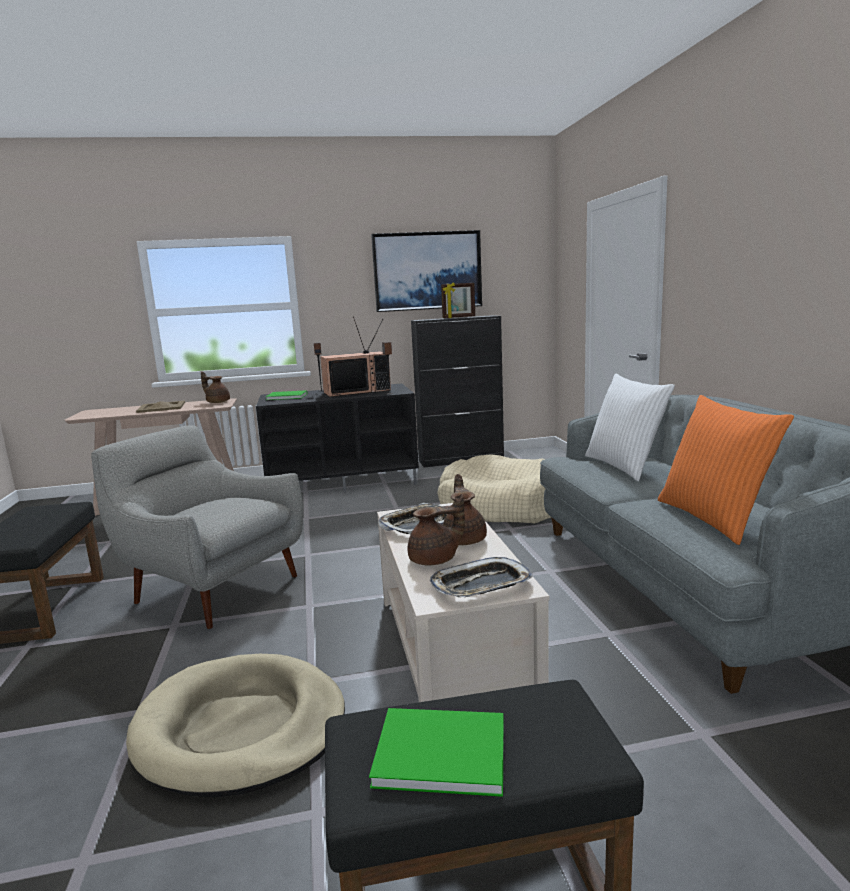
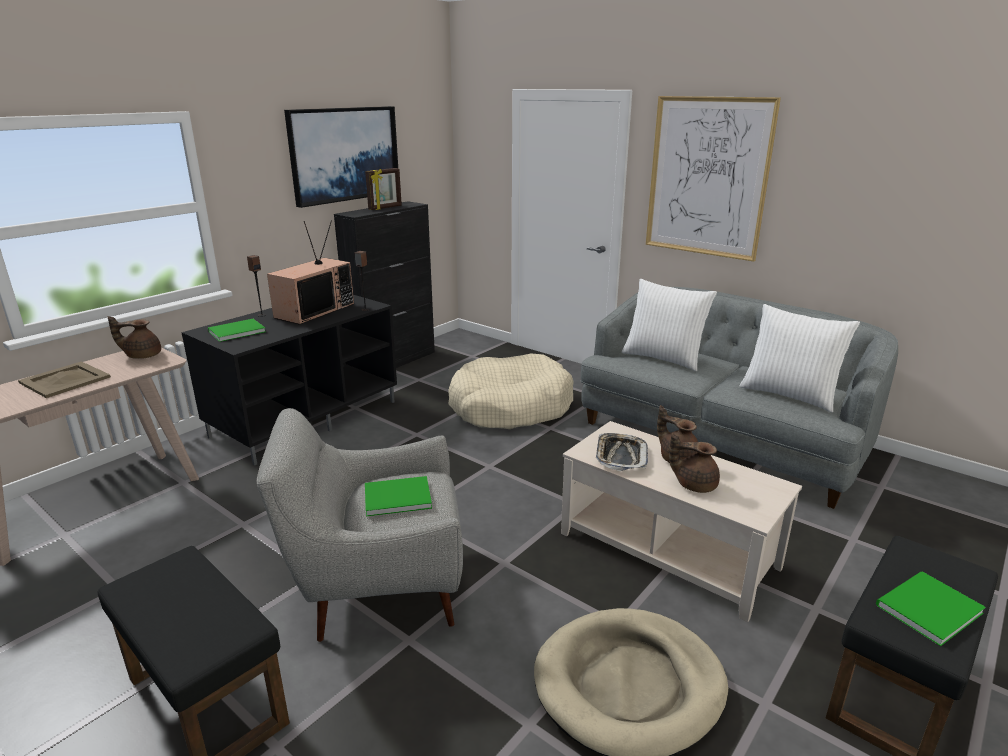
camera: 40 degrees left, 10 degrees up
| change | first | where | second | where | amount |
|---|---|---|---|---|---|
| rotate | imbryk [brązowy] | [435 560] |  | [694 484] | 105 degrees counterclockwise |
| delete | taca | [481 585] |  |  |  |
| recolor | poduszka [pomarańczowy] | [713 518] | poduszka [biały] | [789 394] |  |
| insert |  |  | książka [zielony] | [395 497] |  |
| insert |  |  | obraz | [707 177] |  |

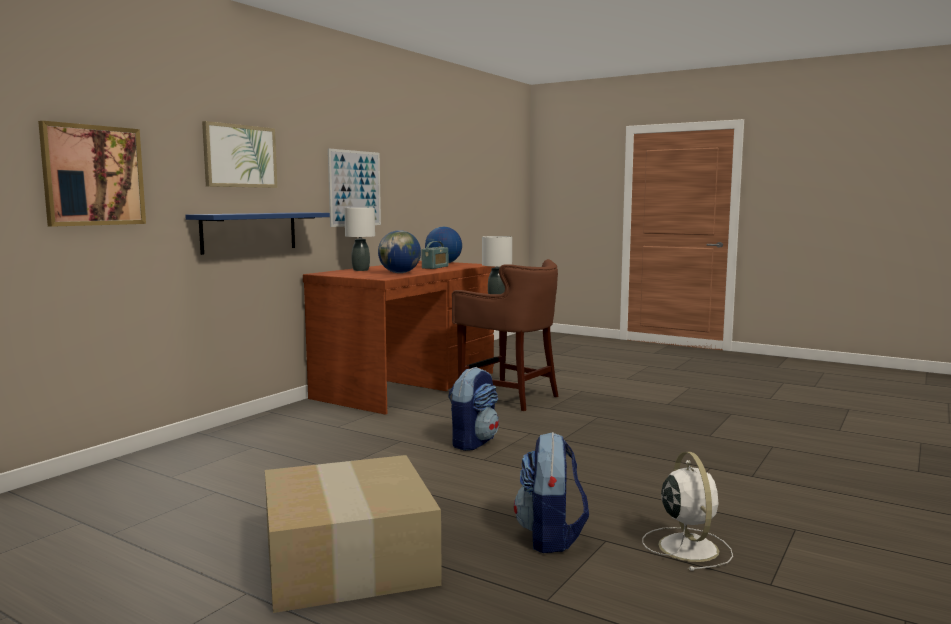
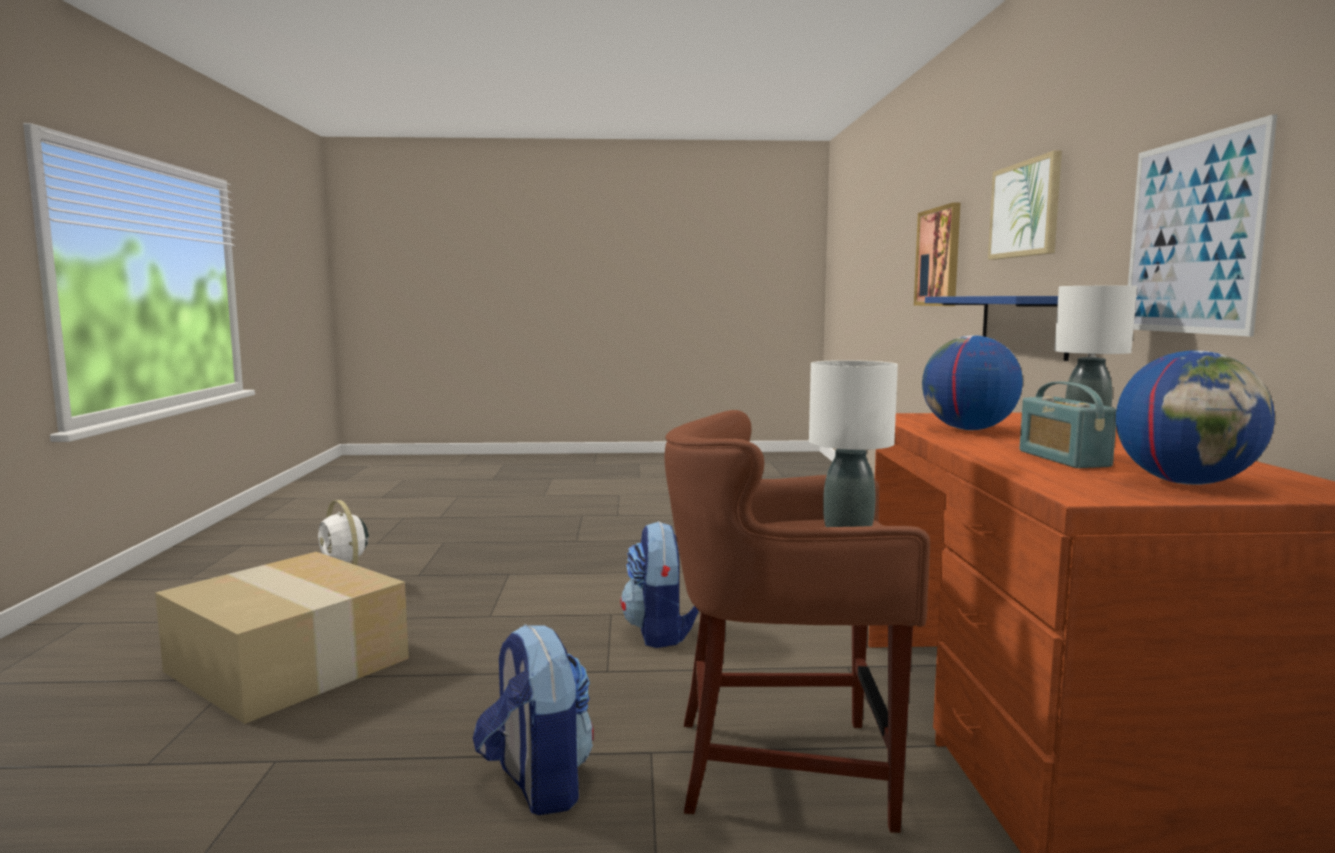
camera: 145 degrees right, 0 degrees up
| change | first | where | second | where | amount |
|---|---|---|---|---|---|
| move | karton | [345 558] |  | [292 664] |  |
| move | plecak | [550 537] |  | [536 784] |  |

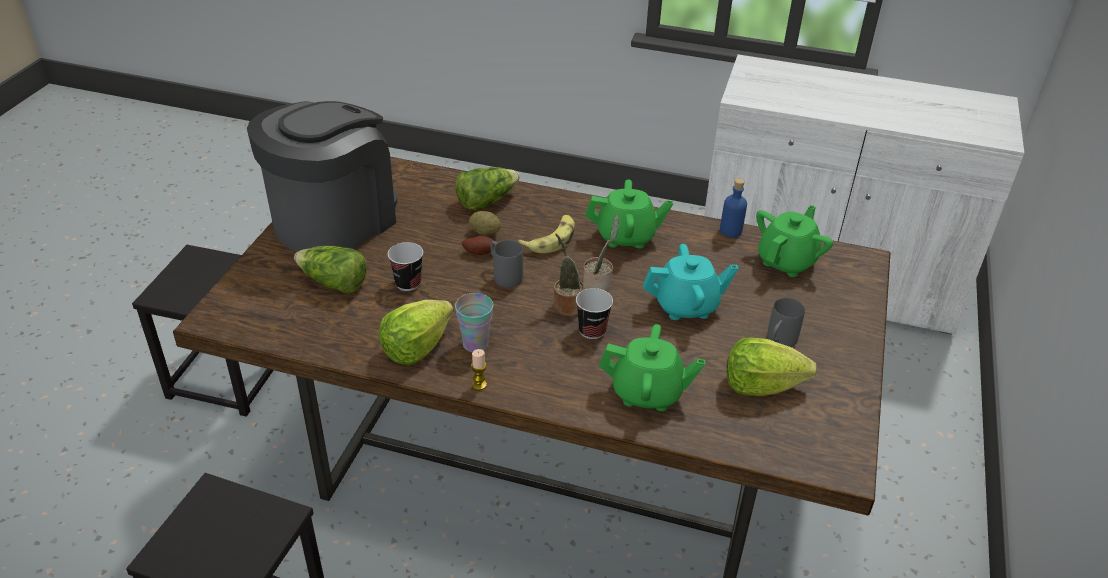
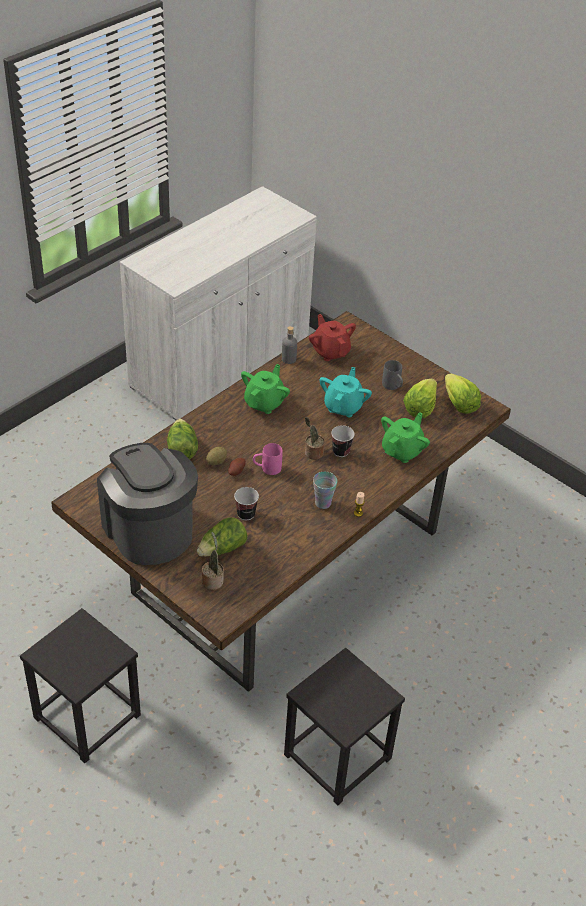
camera: 65 degrees left, 5 degrees up
| change | first | where | second | where | amount |
|---|---|---|---|---|---|
| move | sałata | [416 347] |  | [459 404] |  |
| recolor | kubek [szary] | [504 275] | kubek [różowy] | [266 469] |  |
| delete | banan | [551 239] |  |  |  |
| move | roślina doniczkowa | [598 285] |  | [212 580] |  |
| recolor | butelka [niebieski] | [730 231] | butelka [szary] | [288 359] |  |
| recolor | imbryk [zielony] | [787 261] | imbryk [czerwony] | [330 351] |  |

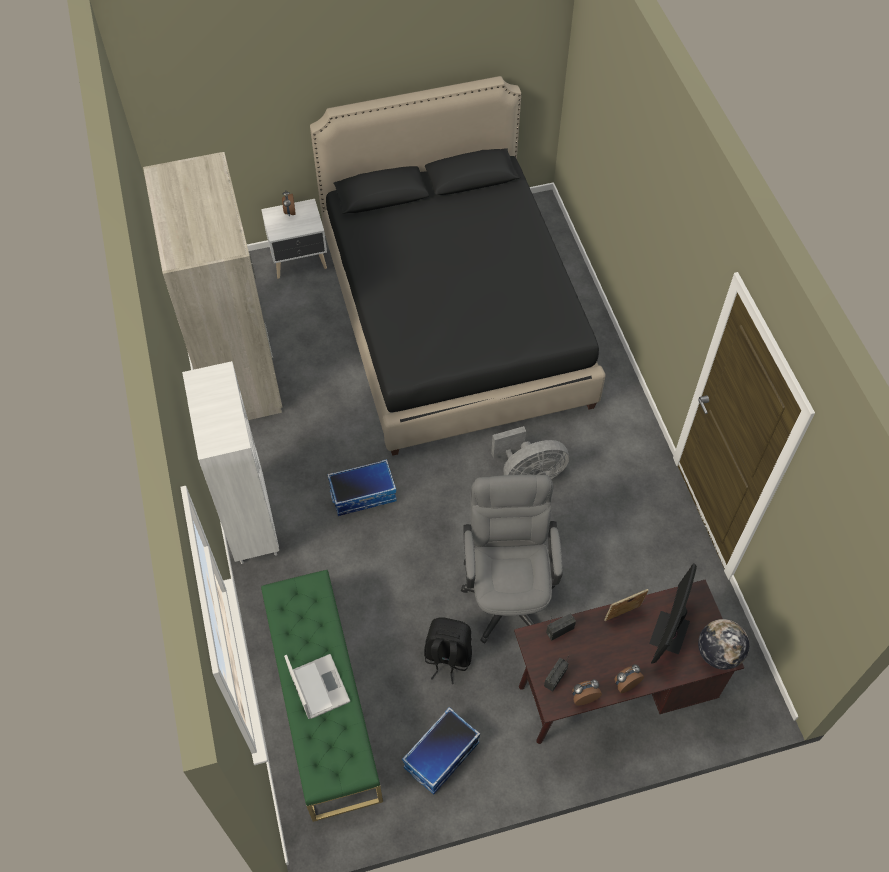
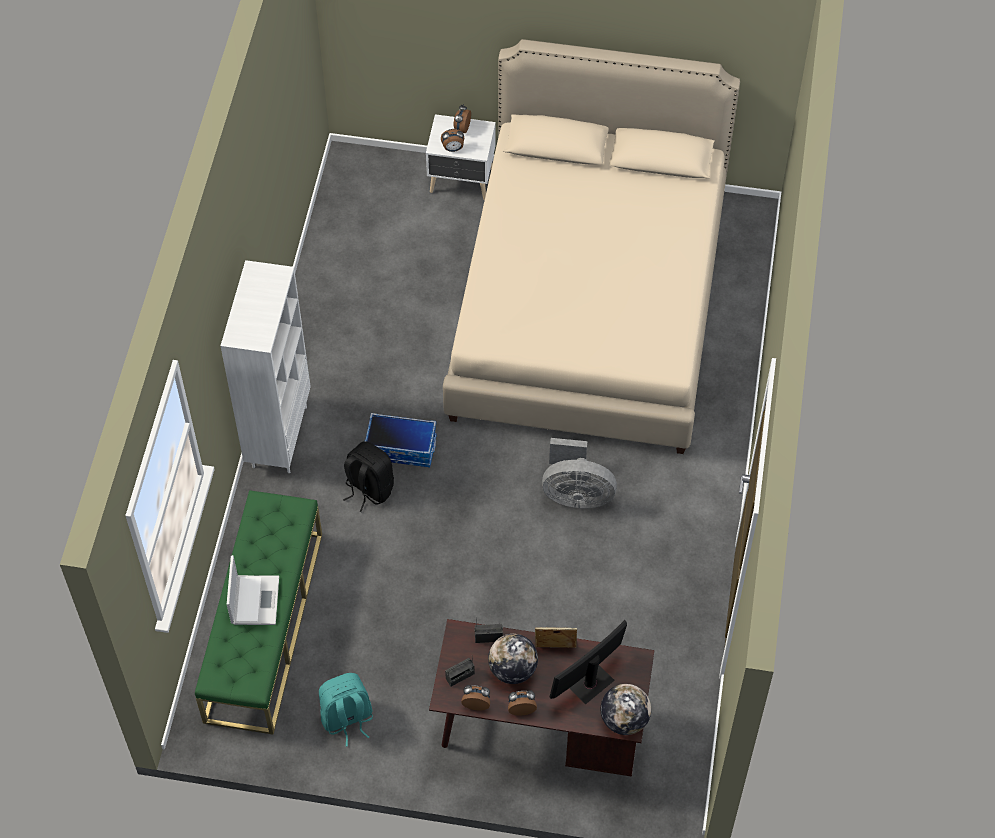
camera: 25 degrees right, 0 degrees up
| change | first | where | second | where | amount |
|---|---|---|---|---|---|
| delete | szafa [beżowy] | [238 369] |  |  |  |
| recolor | łóżko [czarny] | [454 320] | łóżko [beżowy] | [589 305] |  |
| replace | pojemnik do przechowywania | [441 756] | plecak [turkusowy] | [347 719] |  |
| move | plecak [czarny] | [447 657] |  | [368 489] |  |
| delete | krzesło biurowe [szary] | [508 592] |  |  |  |
| insert |  |  | budzik | [453 149] |  |
| insert |  |  | globus | [512 669] |  |

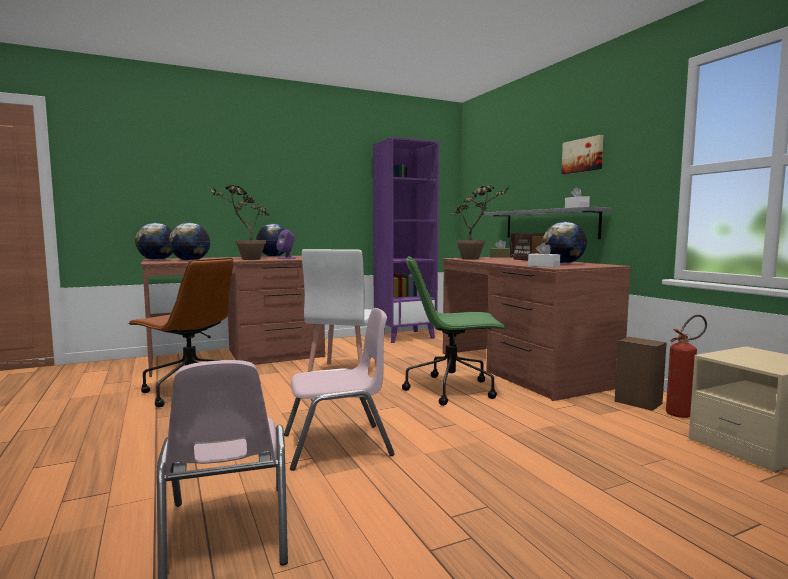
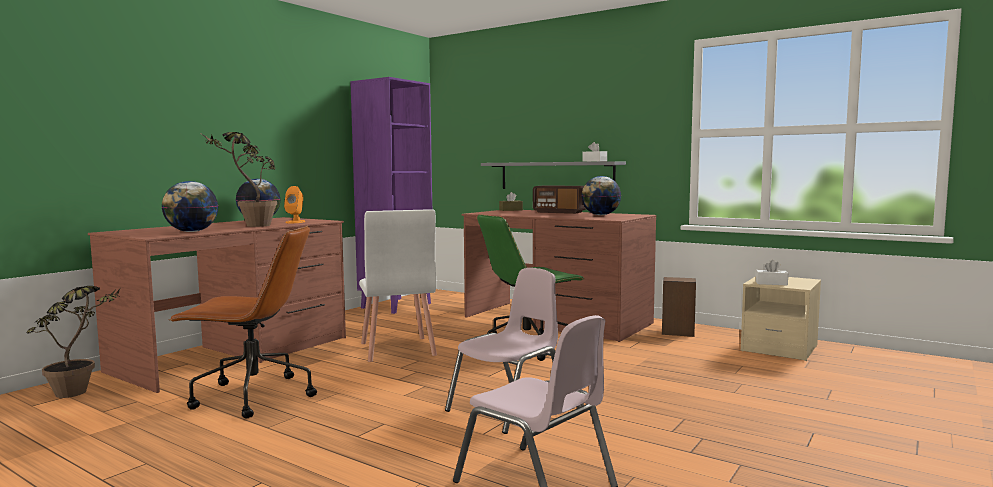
camera: 30 degrees left, 0 degrees up
| change | first | where | second | where | amount |
|---|---|---|---|---|---|
| delete | globus | [156 260] |  |  |  |
| recolor | głośnik [fioletowy] | [286 258] | głośnik [pomarańczowy] | [295 222] |  |
| move | roślina doniczkowa | [476 259] |  | [81 393] |  |
| move | pudełko chusteczek [biały] | [543 266] |  | [771 283] |  |
| delete | obraz | [583 155] |  |  |  |
| delete | gaśnica | [683 413] |  |  |  |

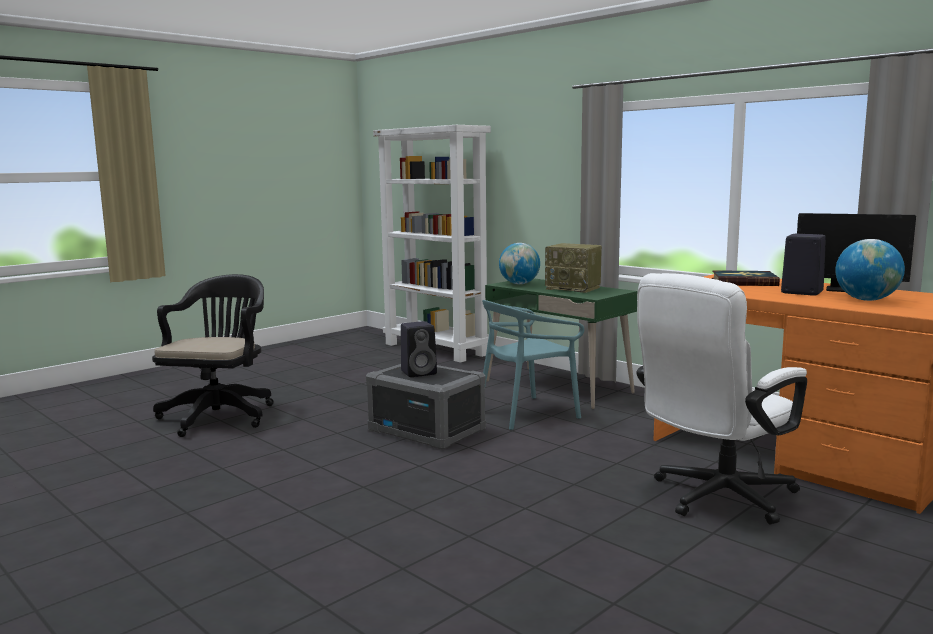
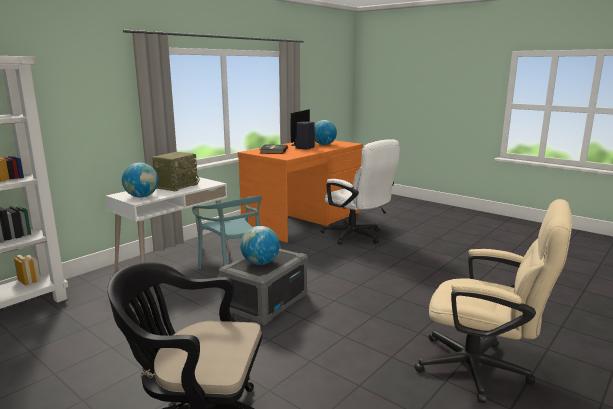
camera: 95 degrees left, 5 degrees up
| change | first | where | second | where | amount |
|---|---|---|---|---|---|
| replace | głośnik [czarny] | [420 372] | globus | [260 263] |  |
| recolor | biurko [zielony] | [558 387] | biurko [biały] | [174 261] |  |
| insert |  |  | krzesło biurowe [beżowy] | [483 371] |  |

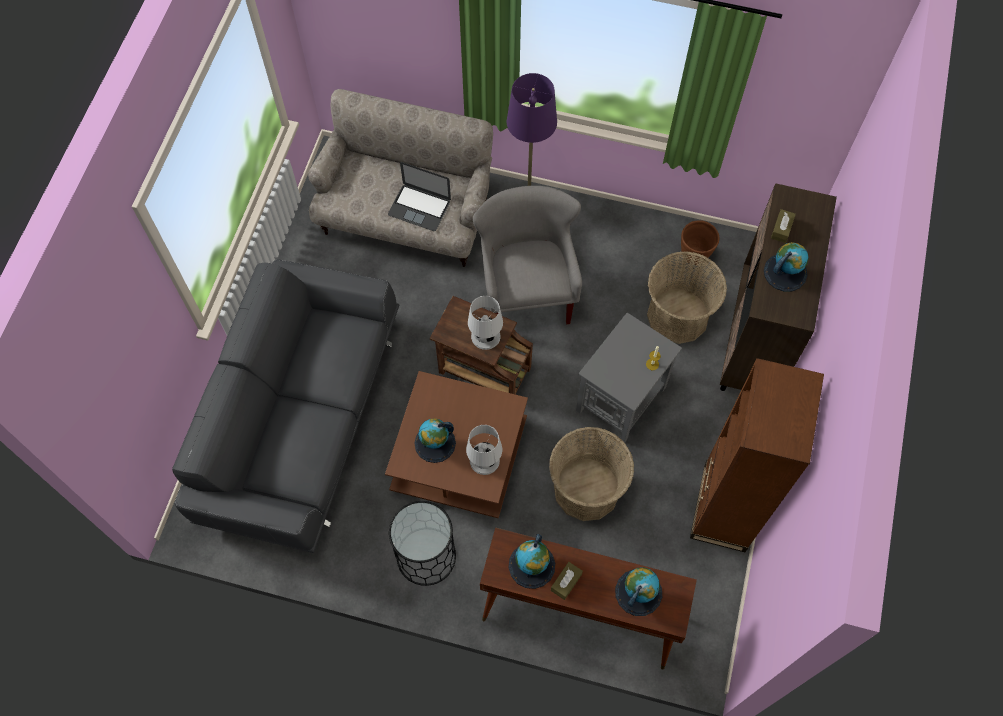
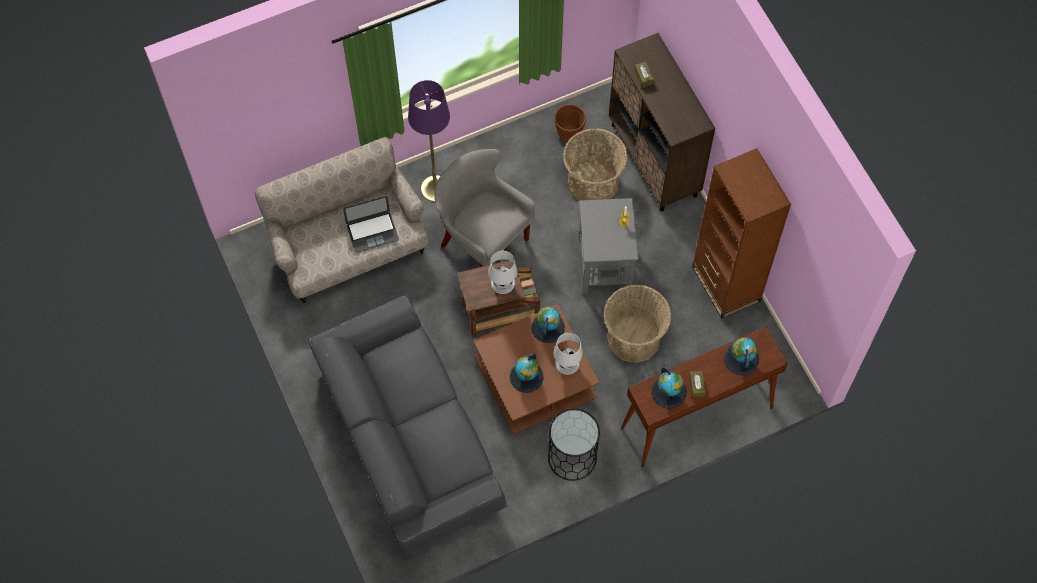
camera: 40 degrees left, 0 degrees up
| change | first | where | second | where | amount |
|---|---|---|---|---|---|
| move | globus | [785 272] |  | [547 327] |  |

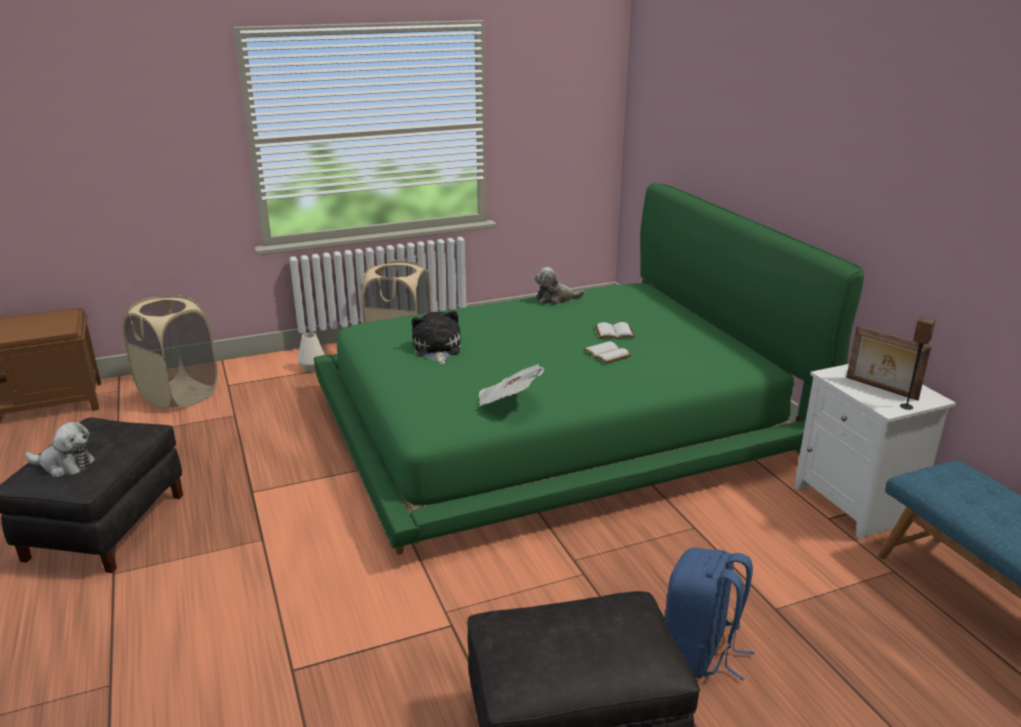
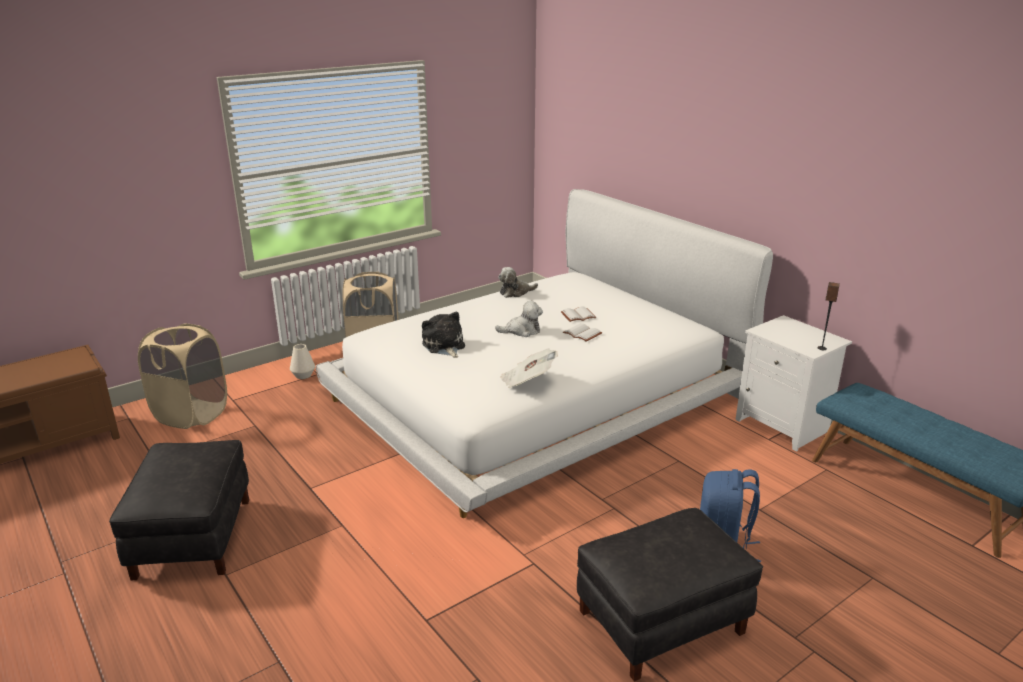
camera: 15 degrees left, 0 degrees up
| change | first | where | second | where | amount |
|---|---|---|---|---|---|
| move | pluszak | [65 465] |  | [522 331] |  |
| recolor | łóżko [zielony] | [558 423] | łóżko [biały] | [538 395] |  |
| delete | ramka na zdjęcie | [881 389] |  |  |  |

